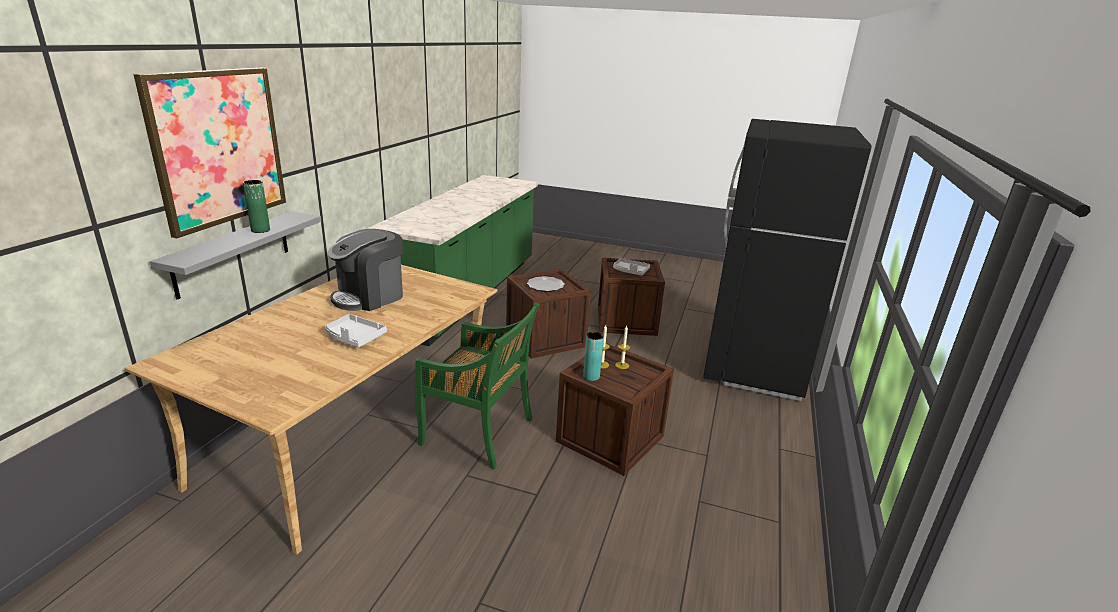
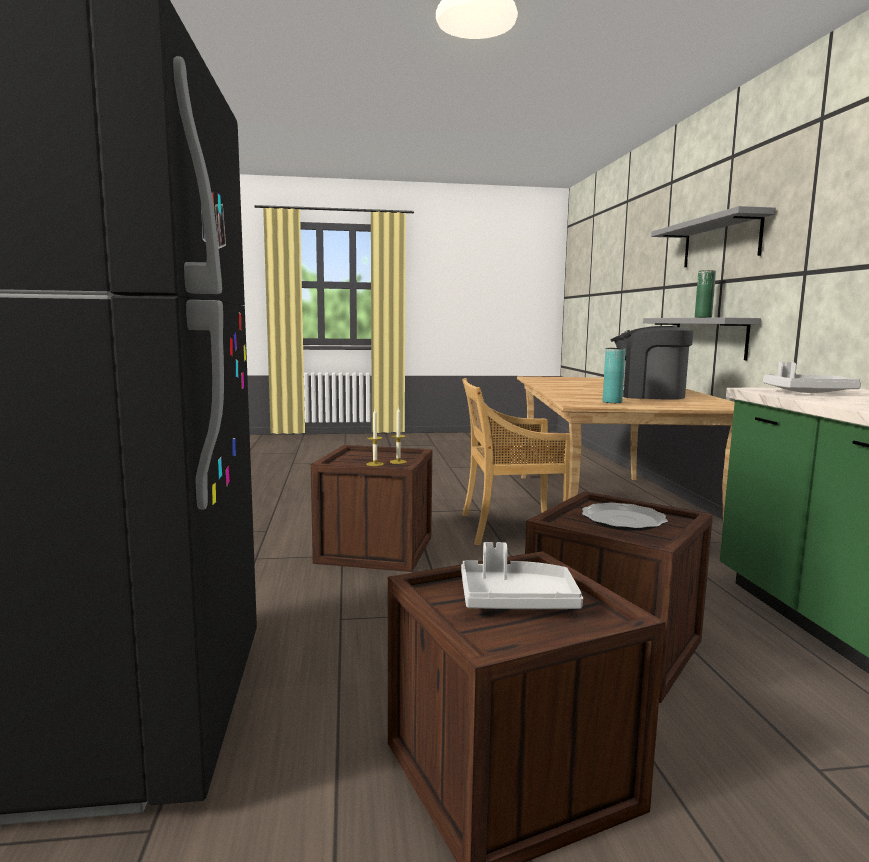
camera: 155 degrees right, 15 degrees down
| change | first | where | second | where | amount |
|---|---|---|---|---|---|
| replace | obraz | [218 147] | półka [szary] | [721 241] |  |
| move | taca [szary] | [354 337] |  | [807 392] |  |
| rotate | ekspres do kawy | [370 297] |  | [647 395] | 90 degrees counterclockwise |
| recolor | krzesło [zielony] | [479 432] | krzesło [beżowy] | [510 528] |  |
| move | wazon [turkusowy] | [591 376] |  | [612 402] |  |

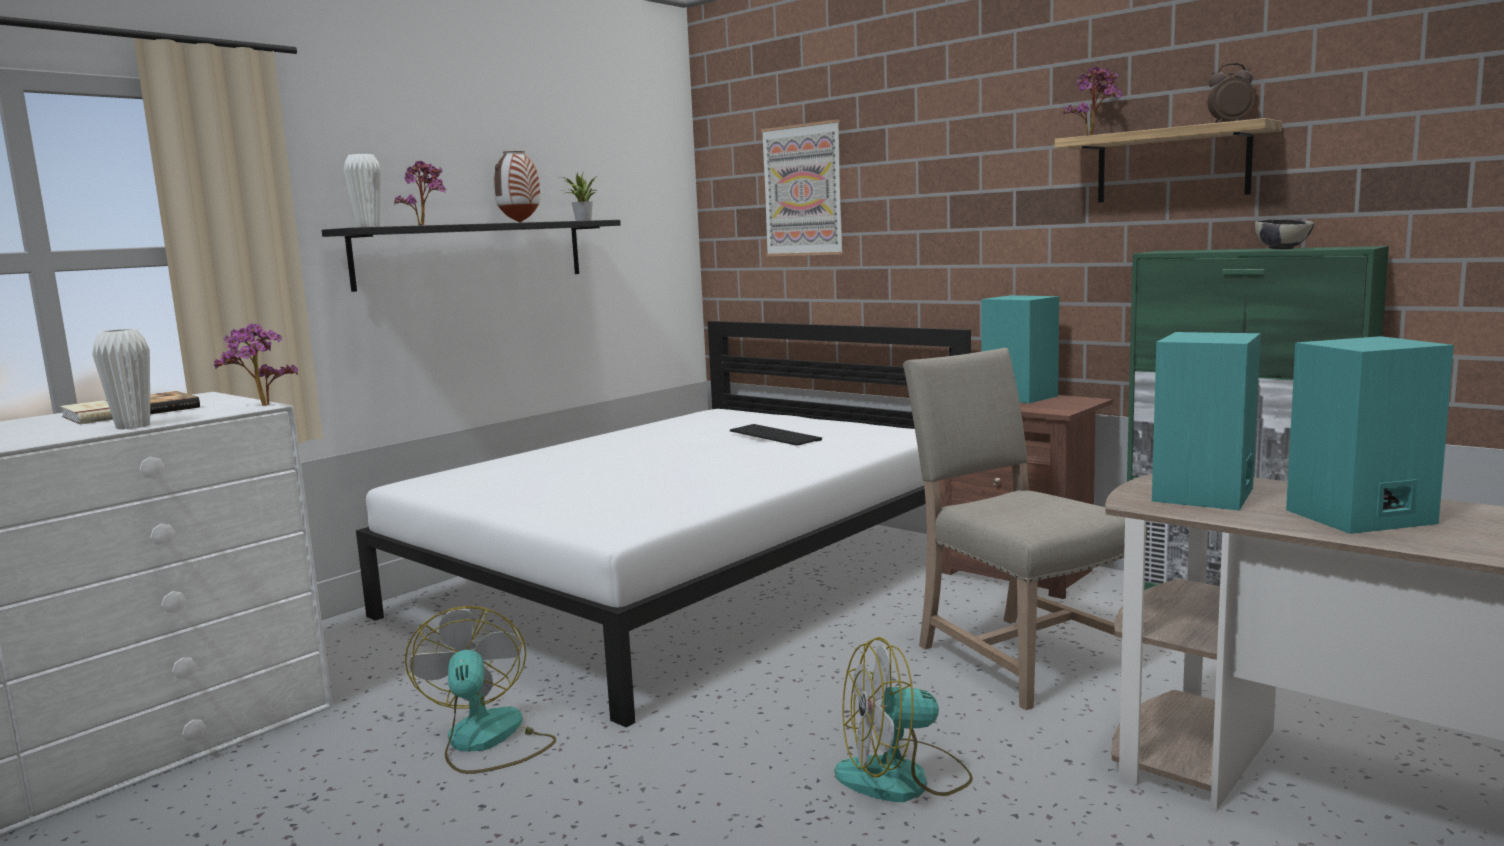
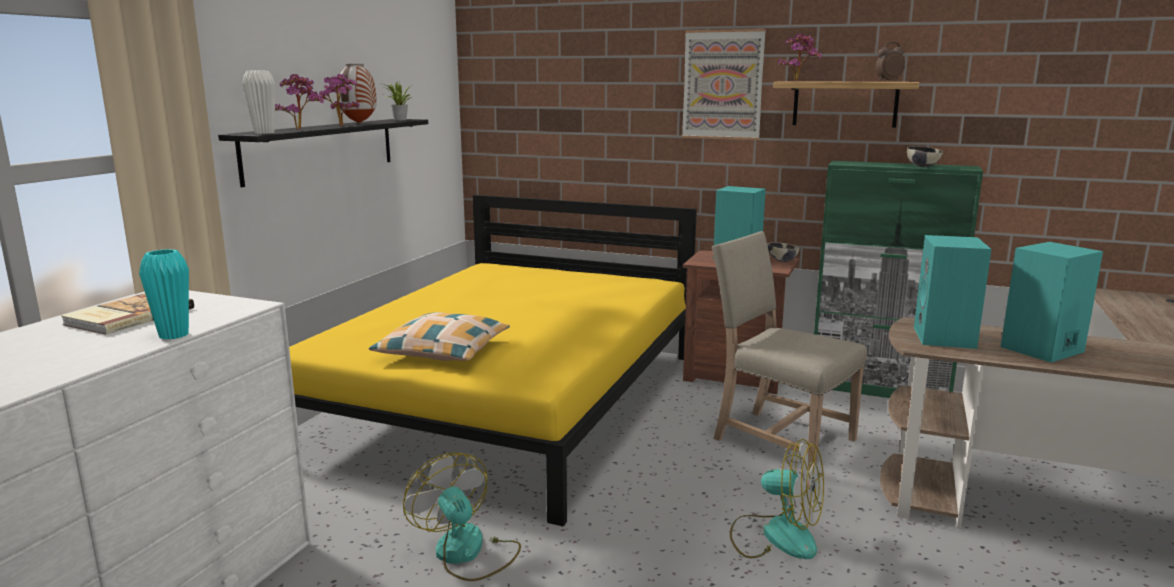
camera: 20 degrees left, 5 degrees up
| change | first | where | second | where | amount |
|---|---|---|---|---|---|
| recolor | wazon [biały] | [133 426] | wazon [turkusowy] | [174 335] |  |
| move | roślina doniczkowa | [261 407] |  | [340 126] |  |
| recolor | łóżko [biały] | [689 579] | łóżko [żółty] | [512 401] |  |
| delete | klawiatura | [776 435] |  |  |  |
| move | obraz | [803 190] |  | [722 85] |  |
| rotate | wentylator | [903 778] |  | [775 535] | 120 degrees counterclockwise |
| insert |  |  | poduszka | [443 351] |  |
| insert |  |  | miska | [782 261] |  |

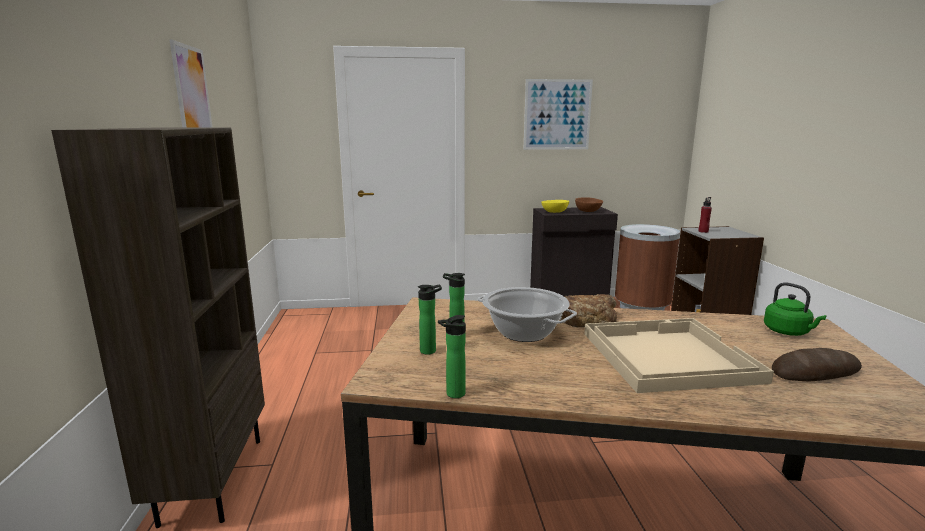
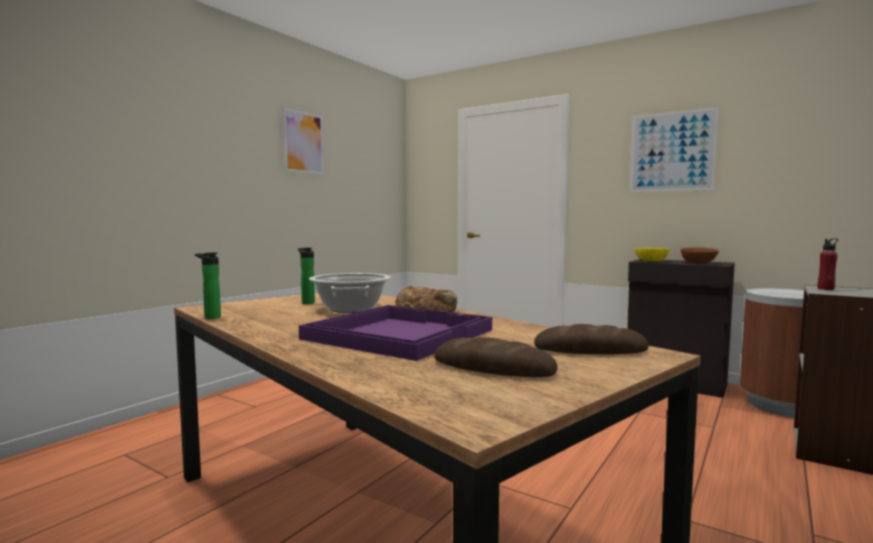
camera: 40 degrees right, 10 degrees down
| change | first | where | second | where | amount |
|---|---|---|---|---|---|
| delete | regał [brązowy] | [212 478] |  |  |  |
| delete | butelka | [430 351] |  |  |  |
| recolor | taca [beżowy] | [666 355] | taca [fioletowy] | [399 334] |  |
| replace | czajnik [zielony] | [788 332] | chleb | [590 350] |  |

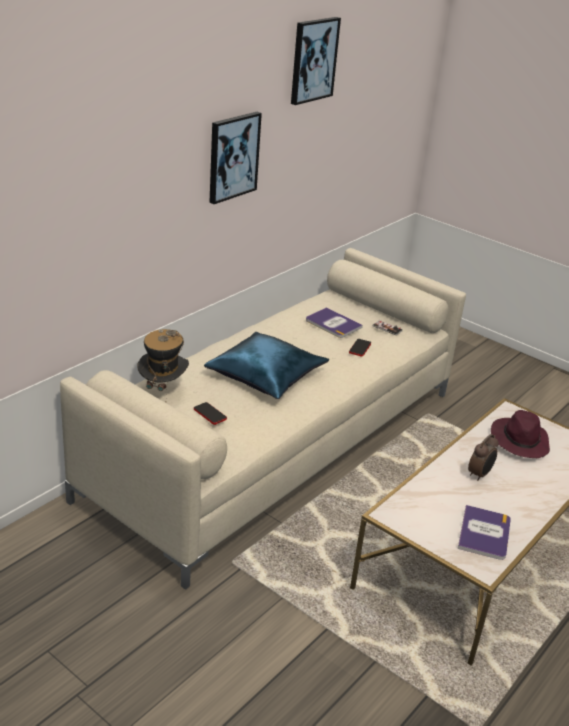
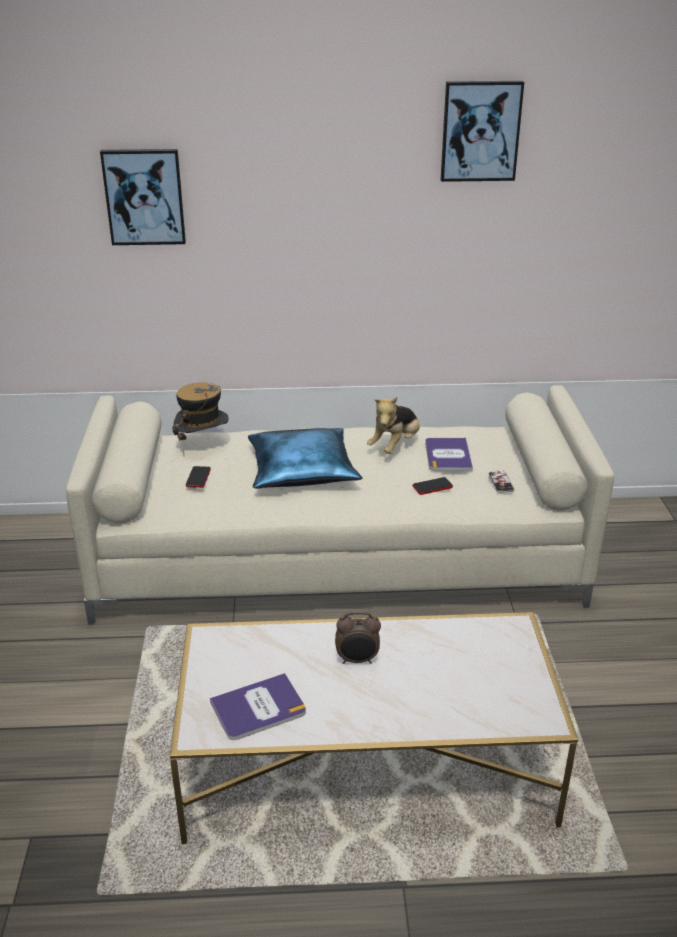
camera: 50 degrees right, 0 degrees up
| change | first | where | second | where | amount |
|---|---|---|---|---|---|
| move | obraz | [233 156] |  | [144 197] |  |
| delete | kapelusz [fioletowy] | [519 441] |  |  |  |
| insert |  |  | pluszak | [395 445] |  |

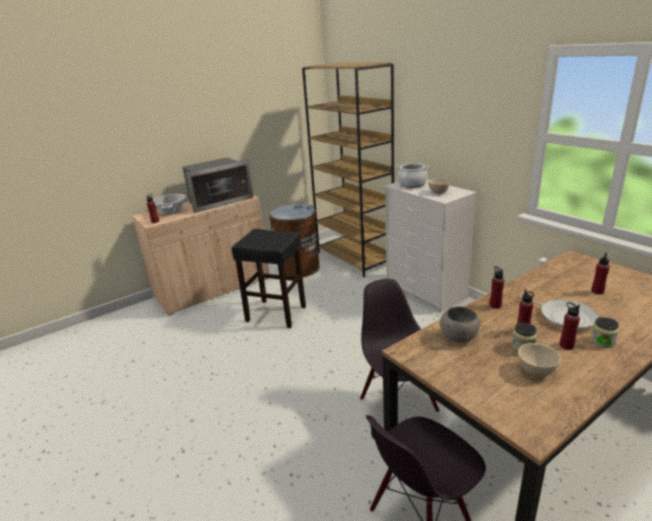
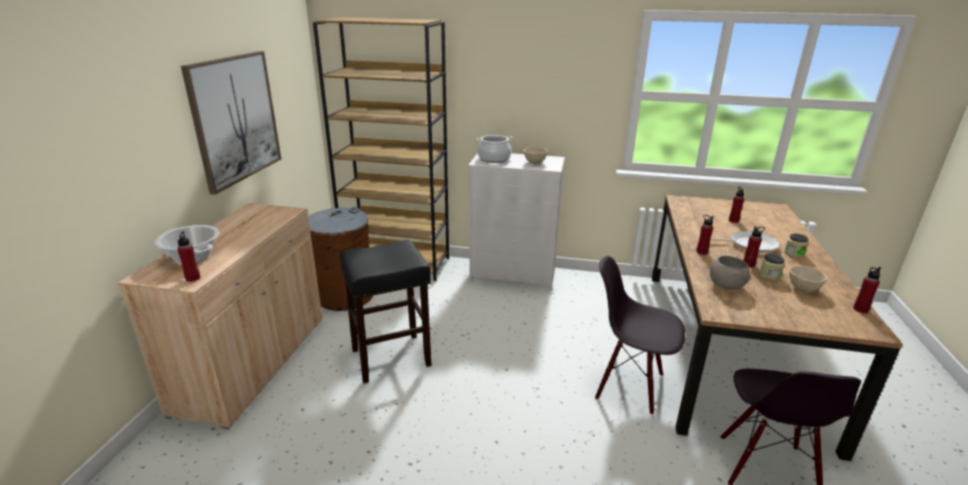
camera: 45 degrees left, 0 degrees up
| change | first | where | second | where | amount |
|---|---|---|---|---|---|
| delete | mikrofalówka | [218 201] |  |  |  |
| move | butelka [czerwony] | [566 345] |  | [860 309] |  |
| insert |  |  | obraz | [235 119] |  |

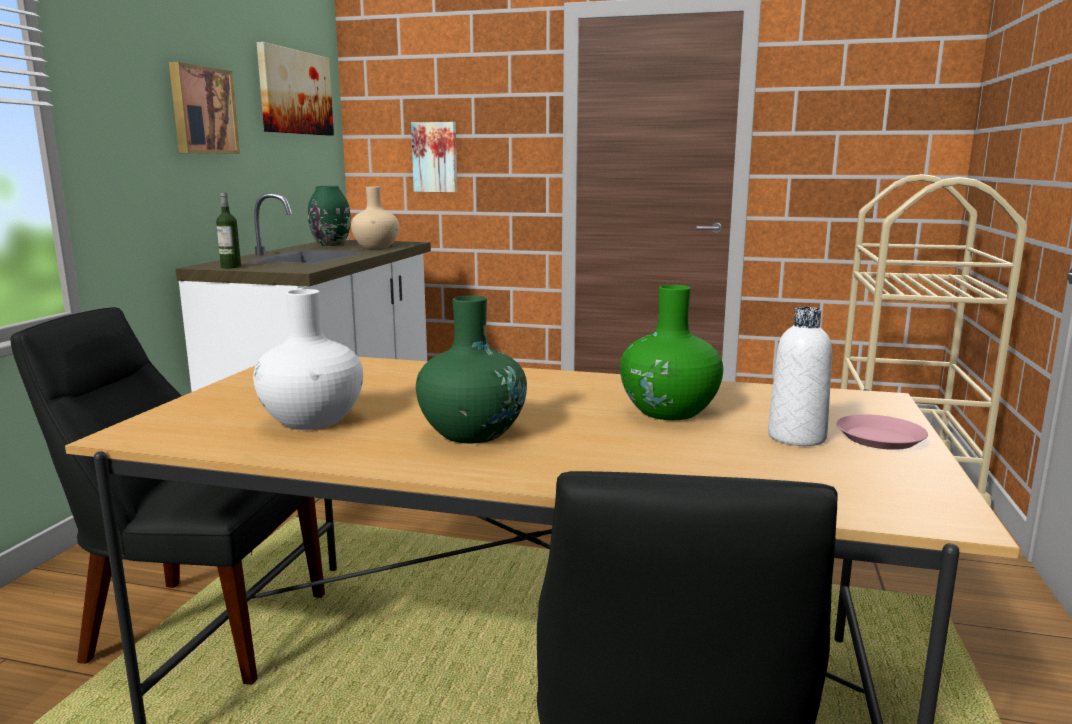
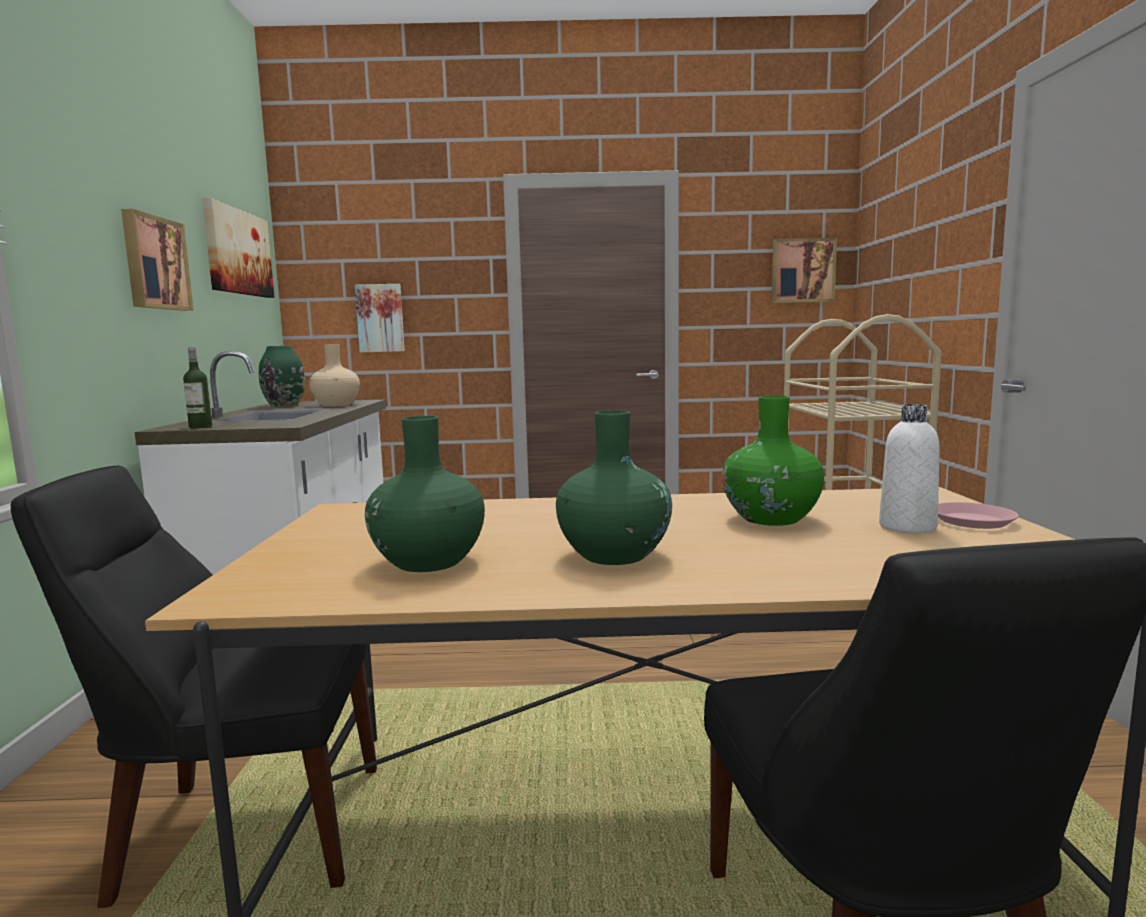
camera: 15 degrees left, 5 degrees down
| change | first | where | second | where | amount |
|---|---|---|---|---|---|
| recolor | wazon [biały] | [312 420] | wazon [zielony] | [428 562] |  |
| insert |  |  | obraz | [802 271] |  |

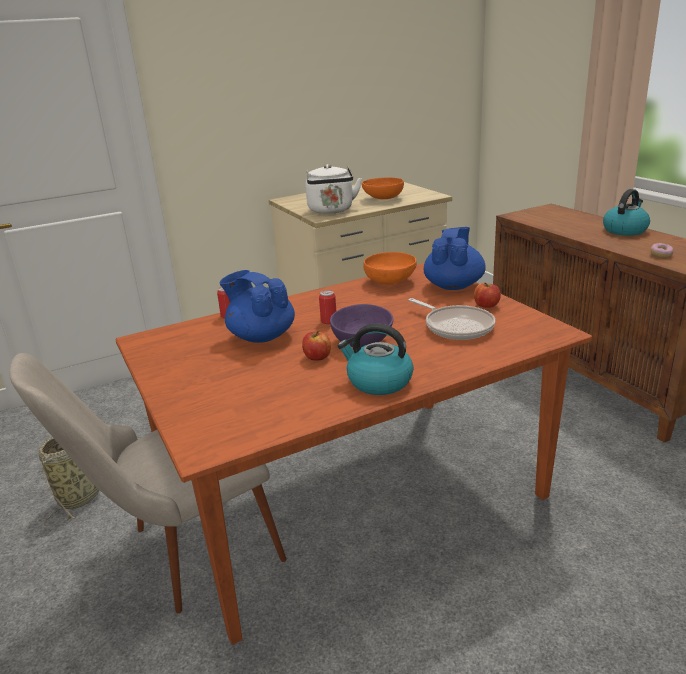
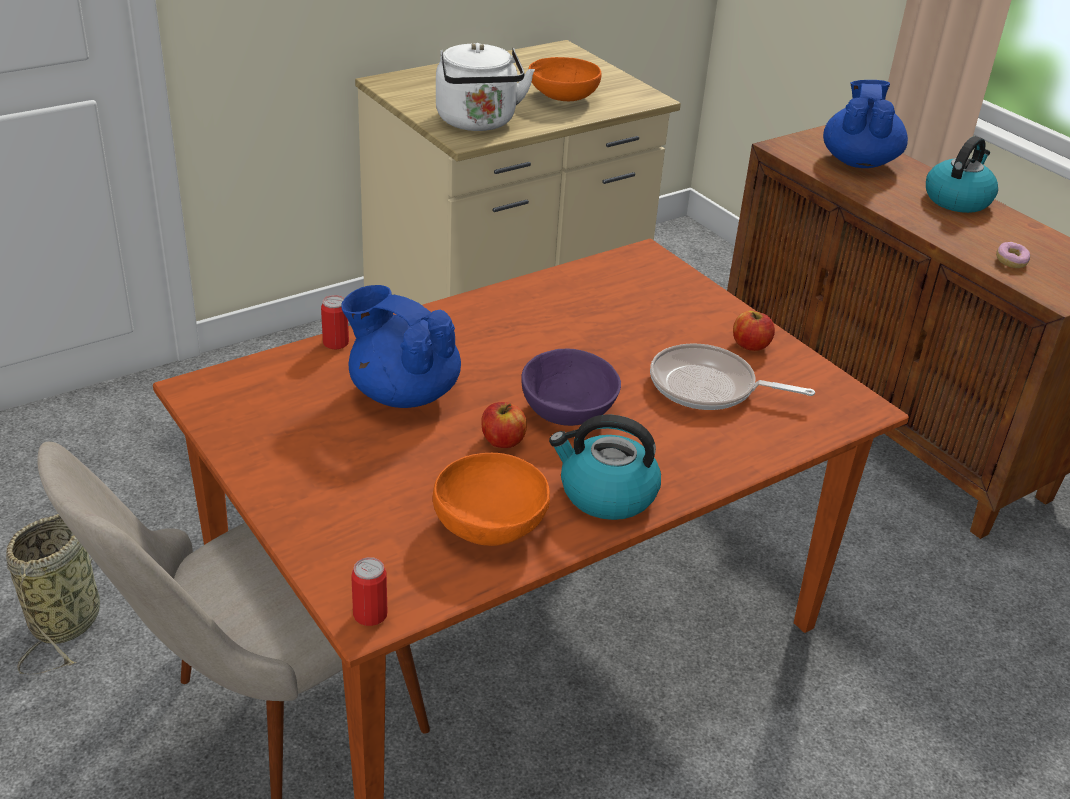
camera: 10 degrees left, 10 degrees up
| change | first | where | second | where | amount |
|---|---|---|---|---|---|
| move | puszka | [329 321] |  | [370 614] |  |
| move | miska [pomarańczowy] | [391 281] |  | [491 524] |  |
| rotate | patelnia | [456 326] |  | [708 387] | 150 degrees clockwise |
| move | imbryk [niebieski] | [453 285] |  | [859 161] |  |

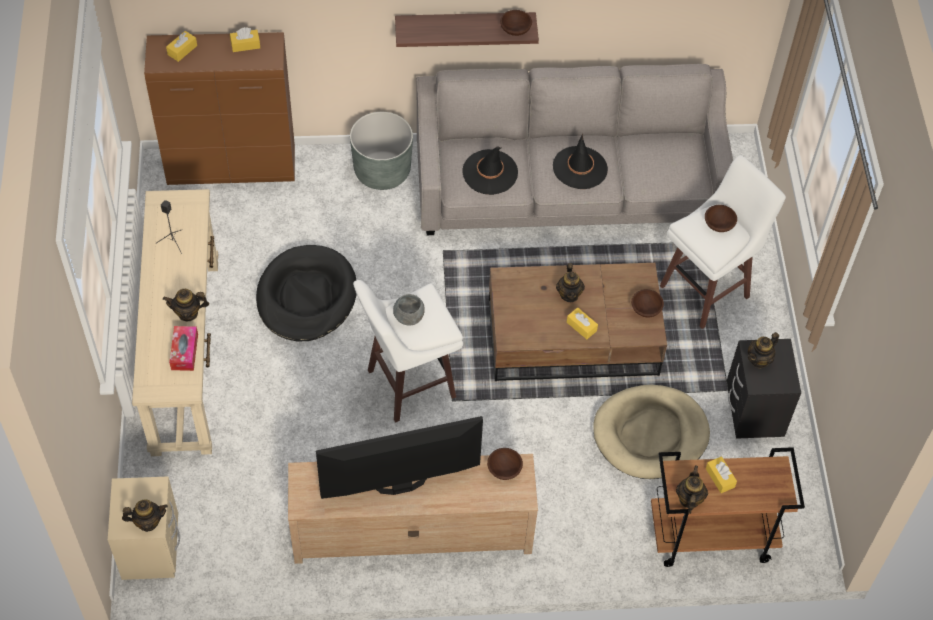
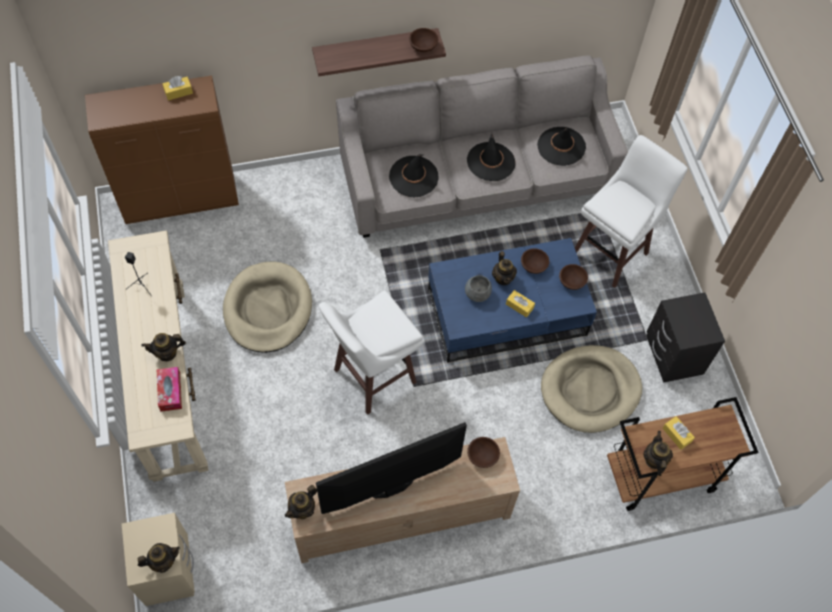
camera: 10 degrees left, 5 degrees up
| change | first | where | second | where | amount |
|---|---|---|---|---|---|
| delete | pudełko chusteczek [żółty] | [182 50] |  |  |  |
| recolor | legowisko [czarny] | [306 296] | legowisko [beżowy] | [268 309] |  |
| delete | donica [szary] | [382 171] |  |  |  |
| move | miska [szary] | [409 317] |  | [477 294] |  |
| recolor | ława [brązowy] | [574 337] | ława [niebieski] | [507 312] |  |
| move | miska [brązowy] | [718 224] |  | [533 265] |  |
| move | imbryk | [759 360] |  | [303 509] |  |
| insert |  |  | kapelusz [czarny] | [561 146] |  |

